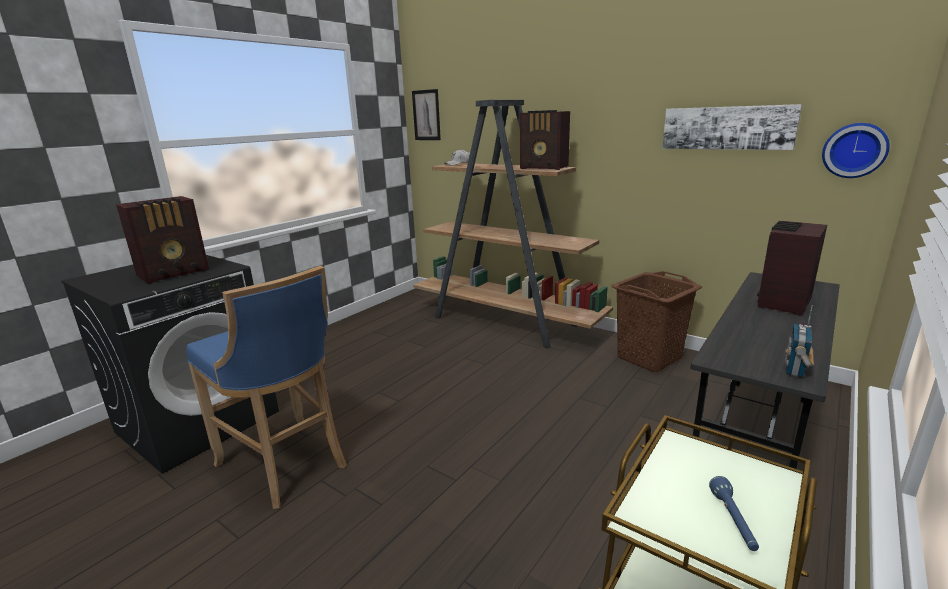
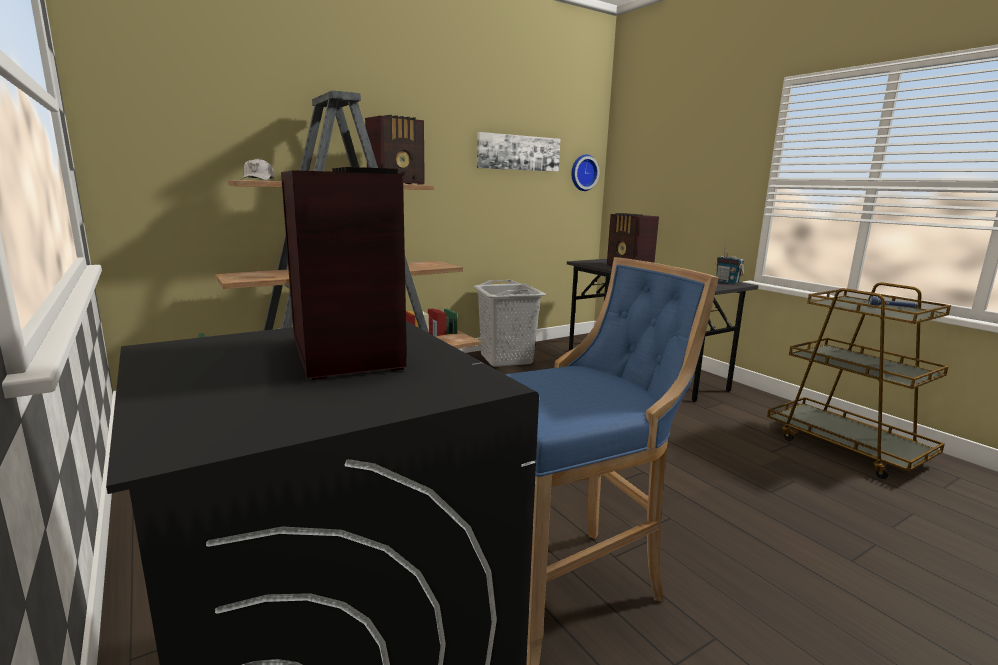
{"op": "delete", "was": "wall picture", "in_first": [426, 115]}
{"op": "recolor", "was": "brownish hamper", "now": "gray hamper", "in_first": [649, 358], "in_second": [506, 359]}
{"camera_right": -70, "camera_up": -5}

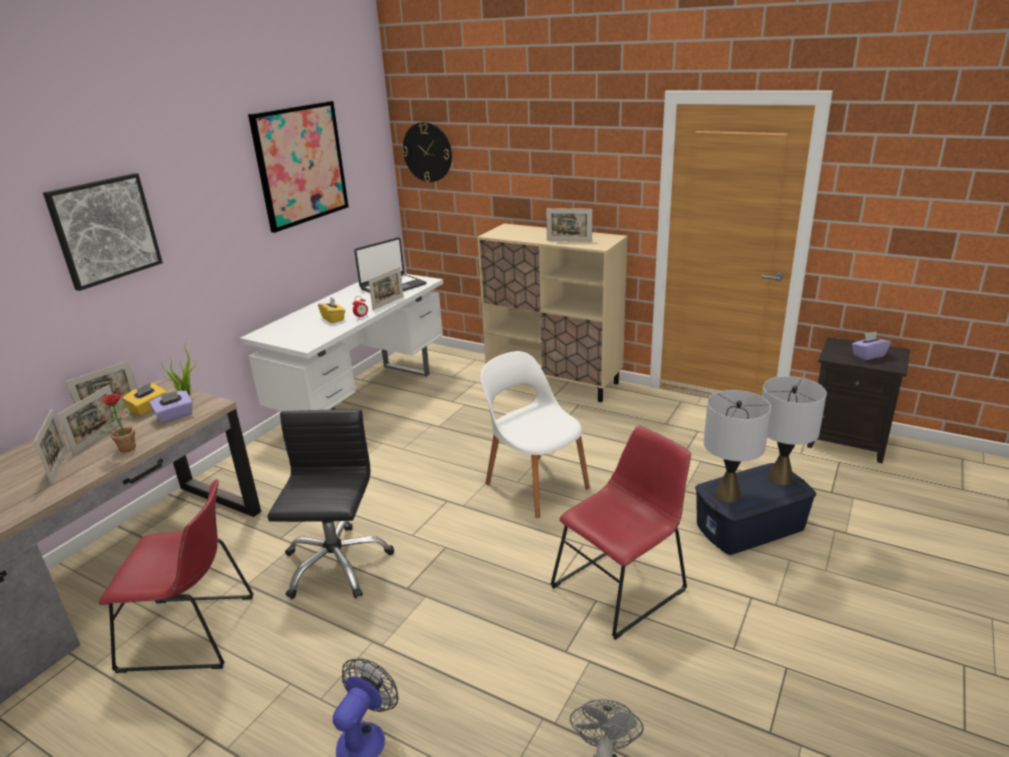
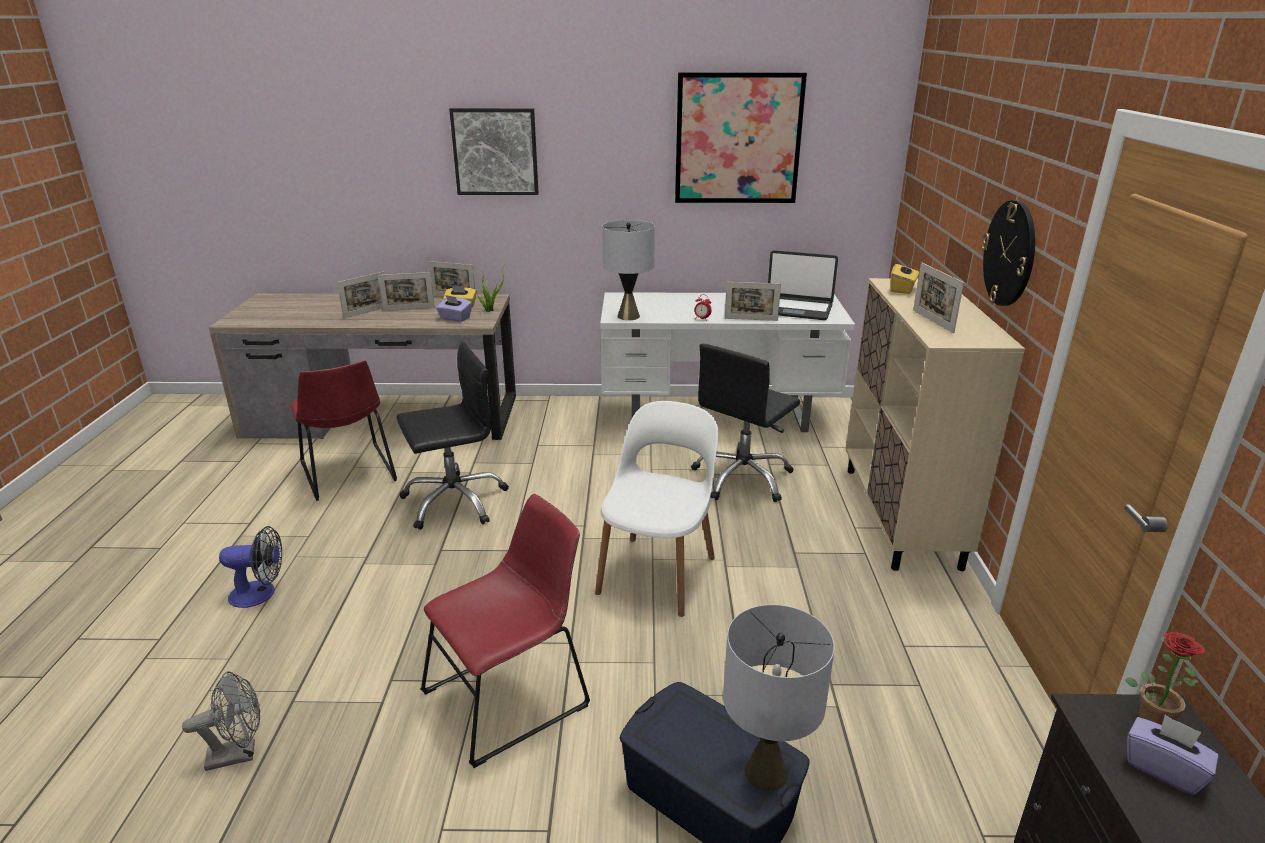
{"op": "insert", "now": "blackish office chair", "in_second": [743, 478]}
{"op": "move", "was": "houseplant", "in_first": [127, 447], "in_second": [1151, 718]}
{"op": "move", "was": "yellowish tissue holder", "in_first": [333, 319], "in_second": [902, 289]}
{"op": "move", "was": "hanging clock", "in_first": [427, 152], "in_second": [1009, 253]}
{"op": "move", "was": "gray tabletop lamp", "in_first": [728, 494], "in_second": [628, 316]}
{"op": "rotate", "was": "red-coloured upright chair", "in_first": [622, 586], "in_second": [512, 696], "clockwise": -60}
{"camera_right": 60, "camera_up": 0}

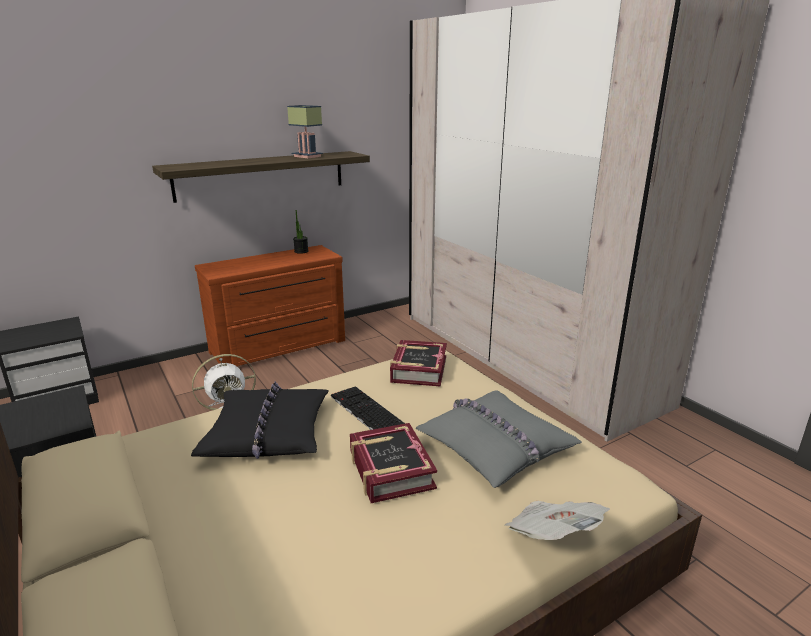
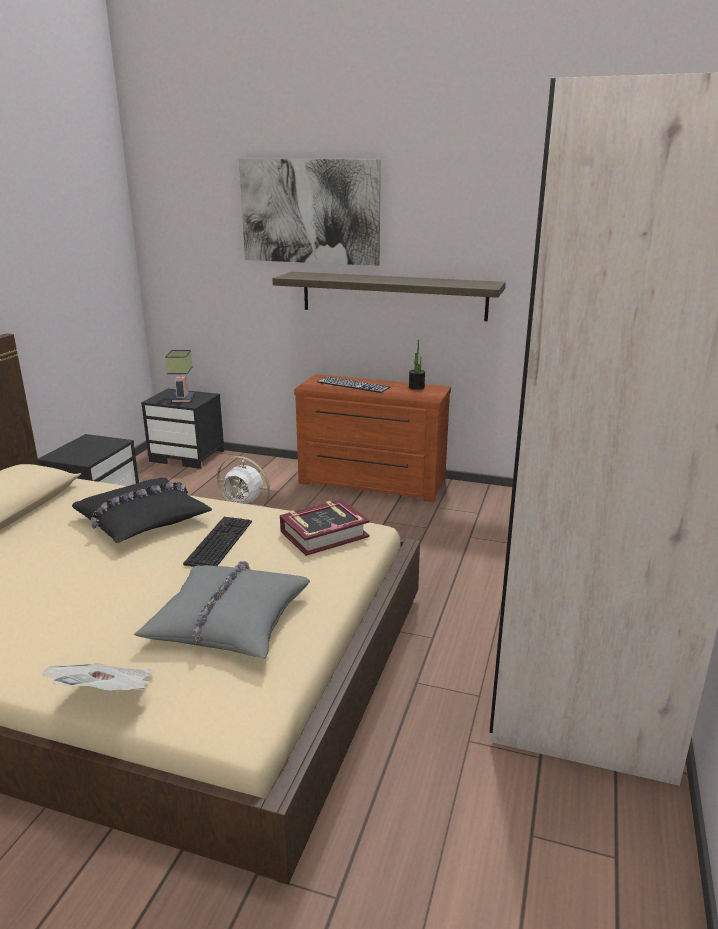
{"op": "delete", "was": "book", "in_first": [390, 469]}
{"op": "insert", "now": "wall picture", "in_second": [309, 212]}
{"op": "insert", "now": "computer keyboard", "in_second": [353, 385]}
{"op": "move", "was": "tabletop lamp", "in_first": [309, 156], "in_second": [184, 399]}
{"camera_right": 50, "camera_up": 0}

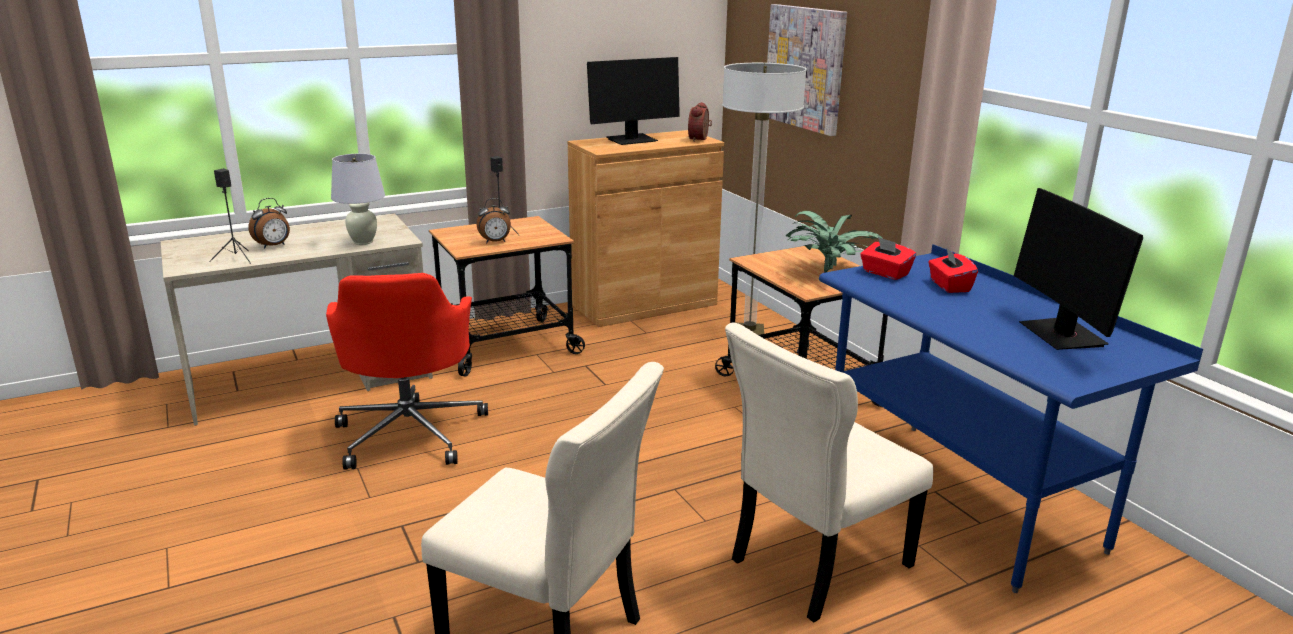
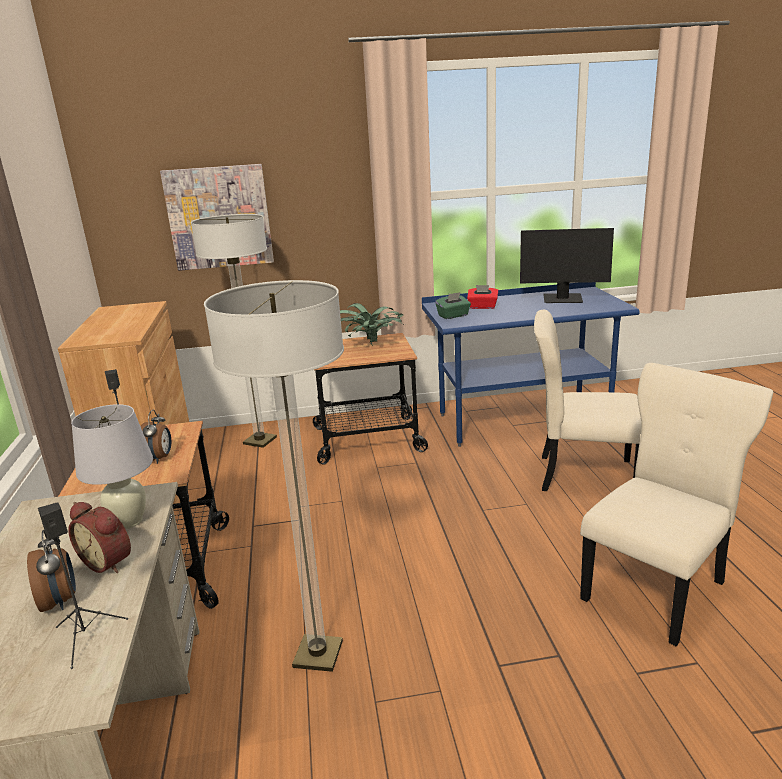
{"op": "delete", "was": "monitor", "in_first": [632, 140]}
{"op": "move", "was": "alarm clock", "in_first": [700, 139], "in_second": [109, 561]}
{"op": "replace", "was": "red-coloured office chair", "now": "floor lamp", "in_first": [411, 432], "in_second": [318, 654]}
{"op": "recolor", "was": "red-coloured tissue holder", "now": "greenish tissue holder", "in_first": [885, 273], "in_second": [453, 316]}
{"op": "rotate", "was": "beige upright chair", "in_first": [815, 565], "in_second": [581, 475], "clockwise": 120}
{"camera_right": -70, "camera_up": 0}

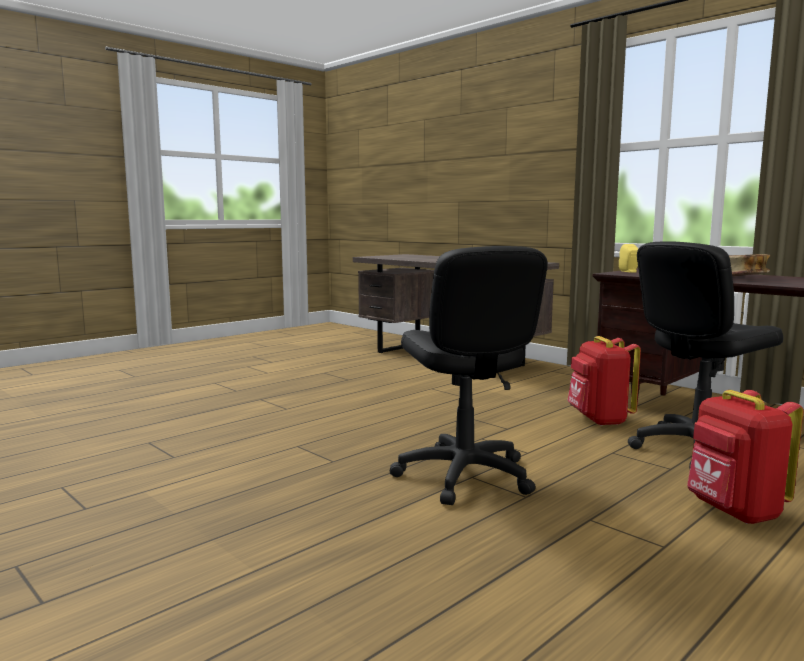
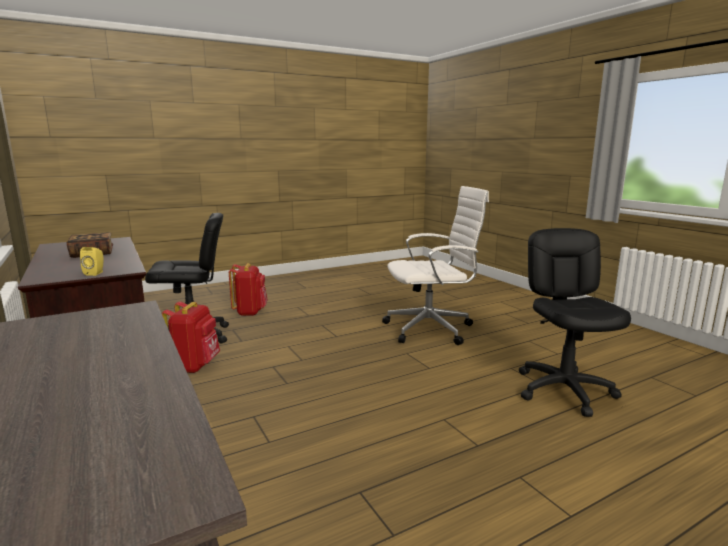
{"op": "insert", "now": "white-coloured office chair", "in_second": [431, 329]}
{"op": "move", "was": "blackish office chair", "in_first": [464, 476], "in_second": [564, 390]}
{"camera_right": -165, "camera_up": 5}

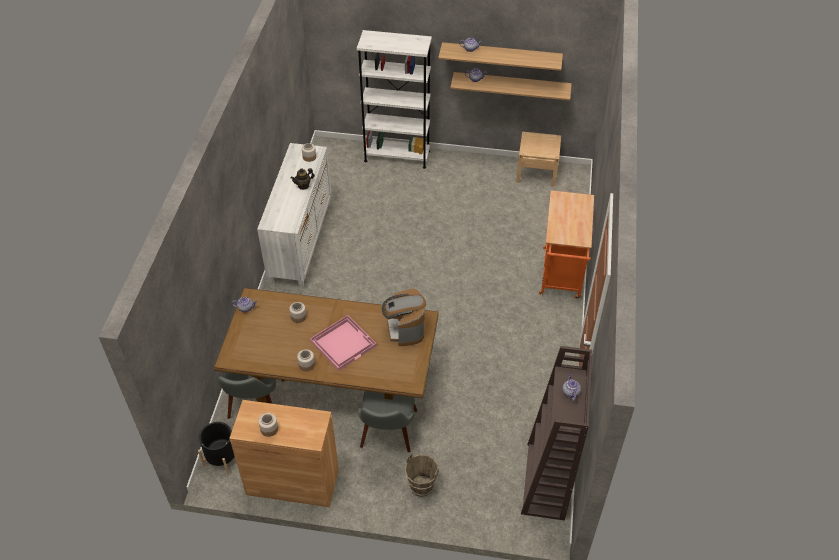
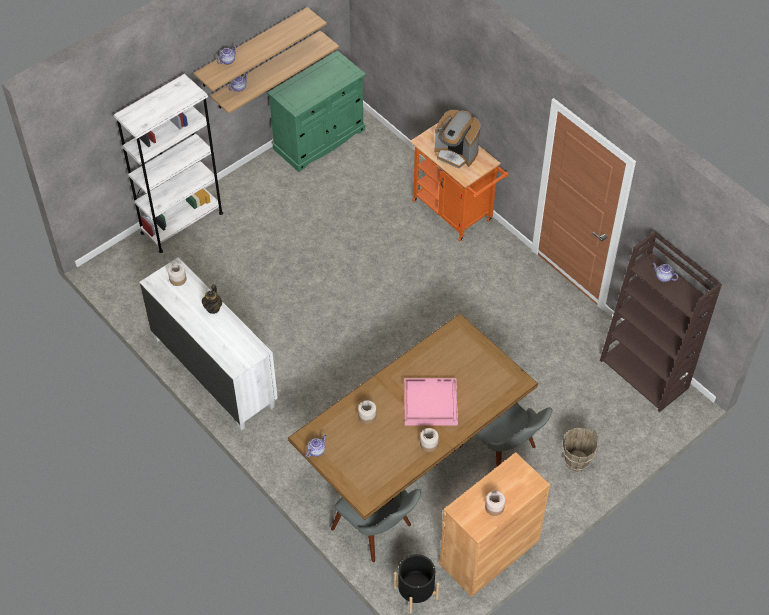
{"op": "move", "was": "coffee machine", "in_first": [405, 330], "in_second": [456, 153]}
{"op": "replace", "was": "beige bedside table", "now": "greenish storage cabinet", "in_first": [536, 172], "in_second": [319, 139]}
{"camera_right": -50, "camera_up": 5}

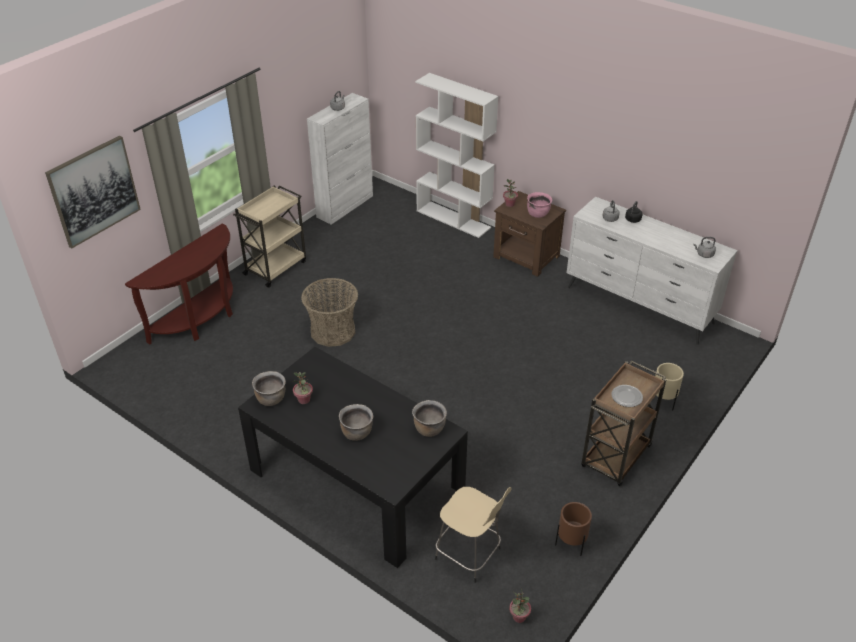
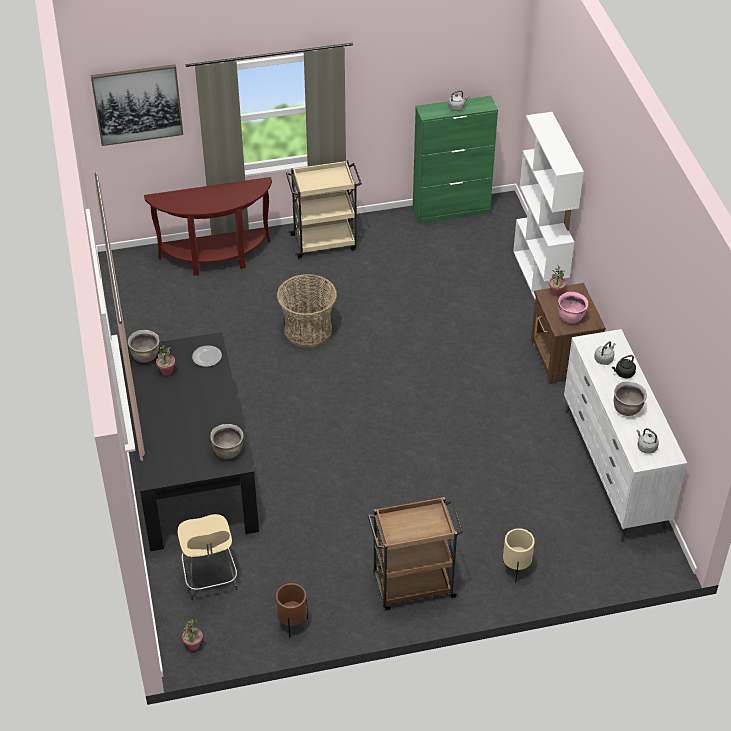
{"op": "move", "was": "brownish saucepot", "in_first": [357, 433], "in_second": [627, 409]}
{"op": "move", "was": "dinner plate", "in_first": [626, 396], "in_second": [207, 357]}
{"op": "recolor", "was": "white-coloured storage cabinet", "now": "greenish storage cabinet", "in_first": [345, 206], "in_second": [451, 211]}
{"camera_right": 40, "camera_up": 5}

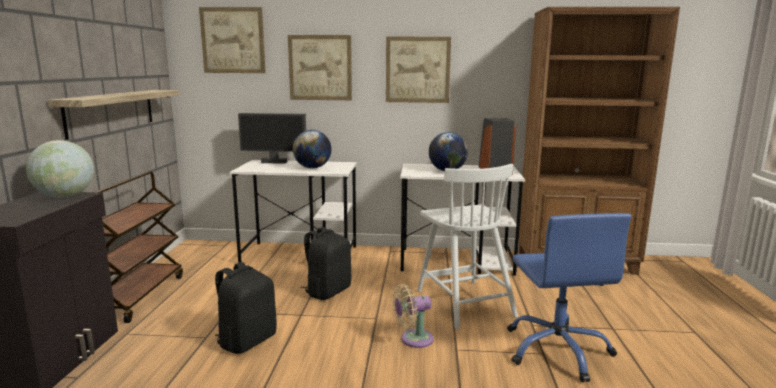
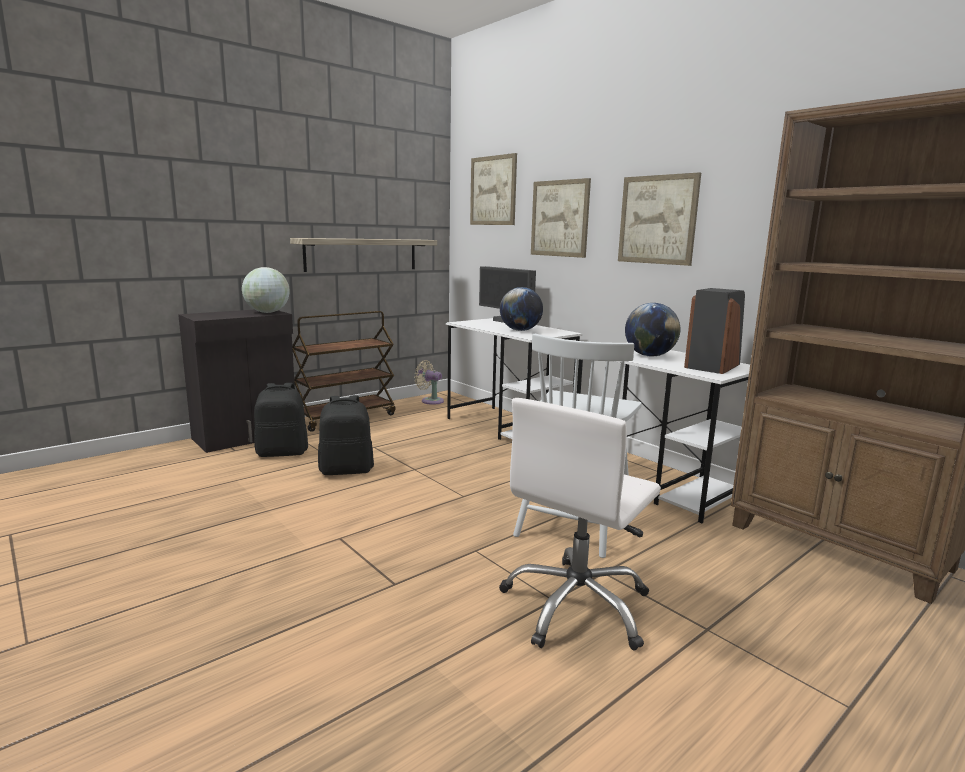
{"op": "move", "was": "blackish knapsack", "in_first": [327, 291], "in_second": [282, 452]}
{"op": "move", "was": "beige electric fan", "in_first": [413, 339], "in_second": [430, 401]}
{"op": "recolor", "was": "blue office chair", "now": "white-coloured office chair", "in_first": [557, 350], "in_second": [577, 606]}
{"camera_right": 45, "camera_up": 0}

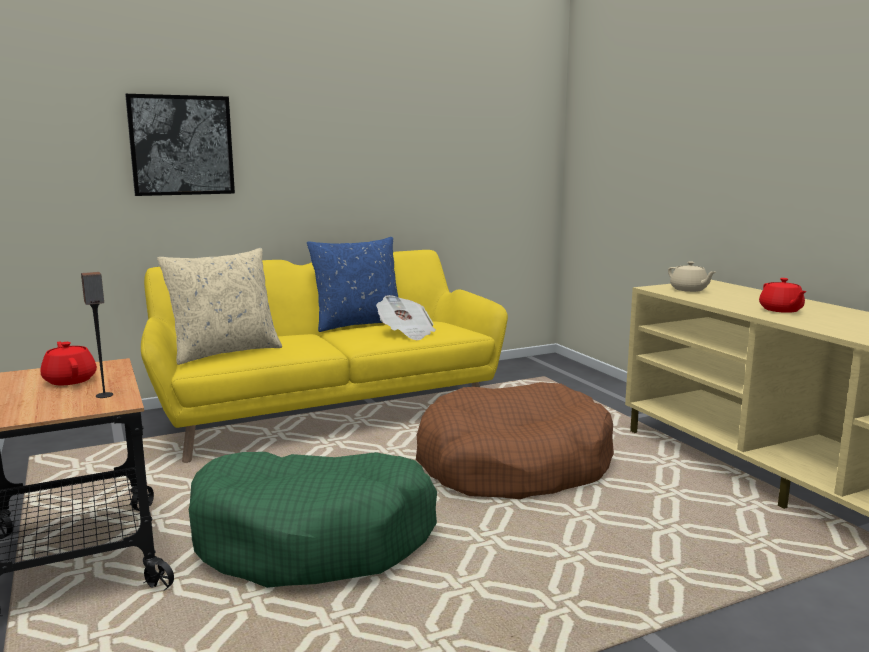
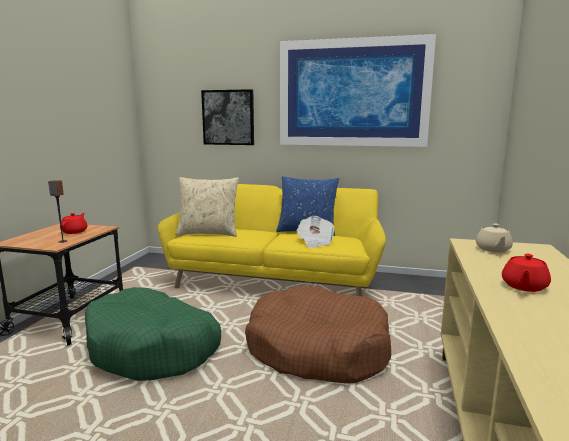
{"op": "insert", "now": "wall picture", "in_second": [353, 93]}
{"camera_right": 40, "camera_up": 0}

